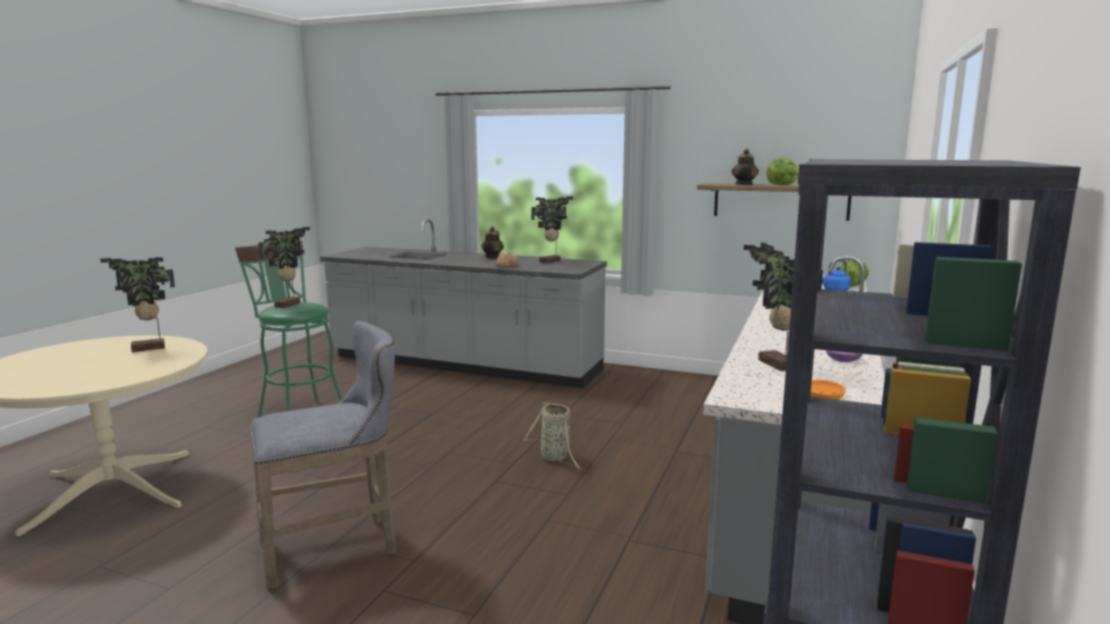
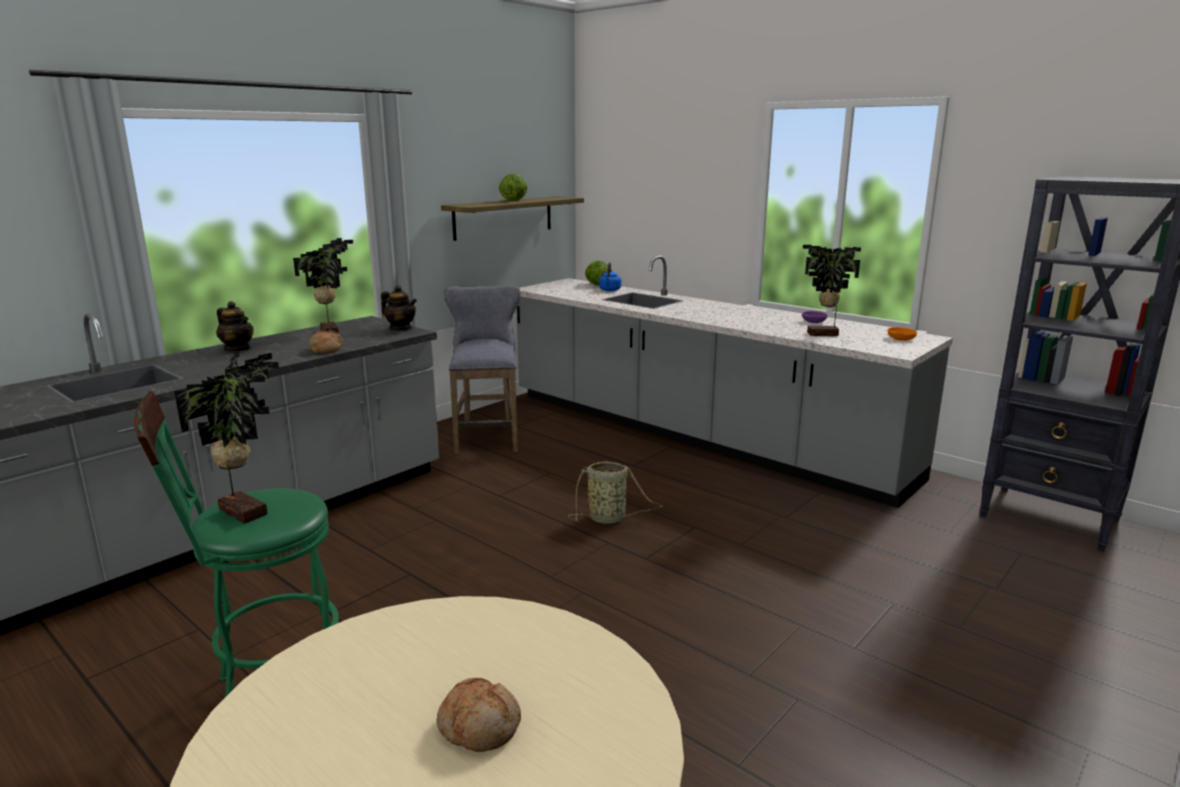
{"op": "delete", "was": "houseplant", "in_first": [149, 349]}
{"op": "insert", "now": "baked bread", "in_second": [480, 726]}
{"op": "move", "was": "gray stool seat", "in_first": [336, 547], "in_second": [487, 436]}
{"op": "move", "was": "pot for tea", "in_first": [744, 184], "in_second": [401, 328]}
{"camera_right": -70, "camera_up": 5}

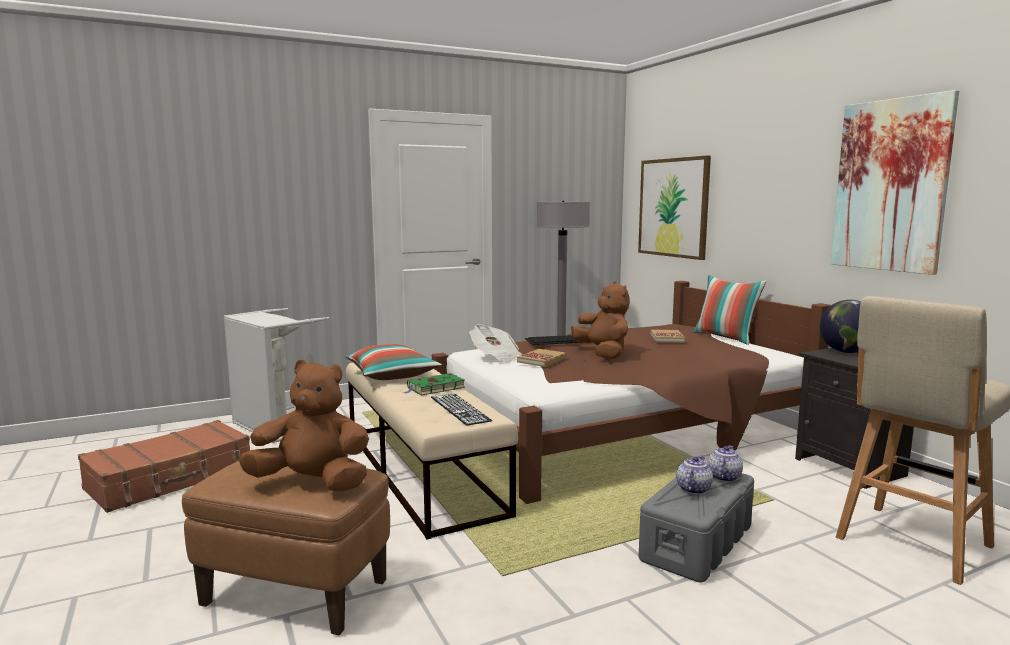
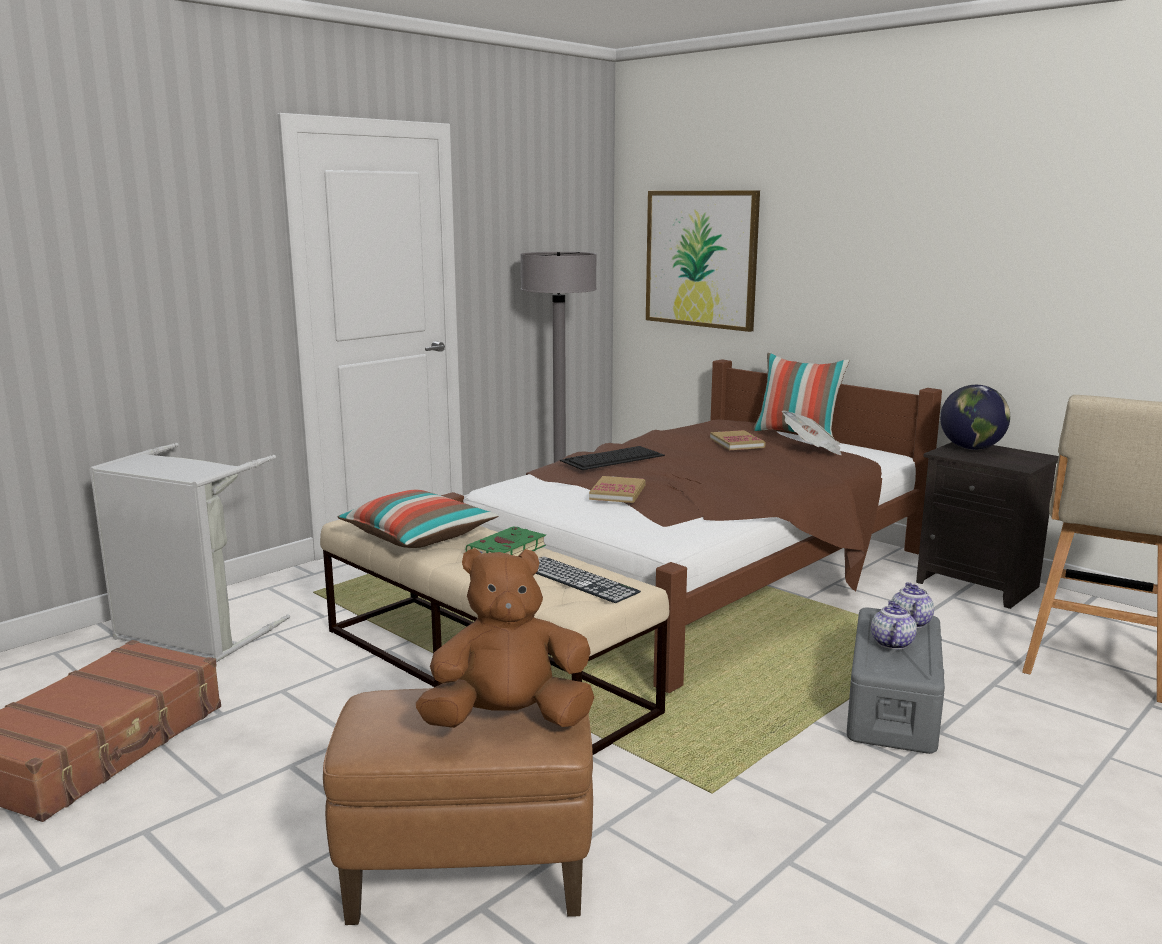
{"op": "delete", "was": "brownish cuddly toy", "in_first": [603, 354]}
{"op": "delete", "was": "wall picture", "in_first": [890, 185]}
{"op": "move", "was": "newspaper", "in_first": [495, 357], "in_second": [812, 449]}
{"camera_right": -20, "camera_up": 5}

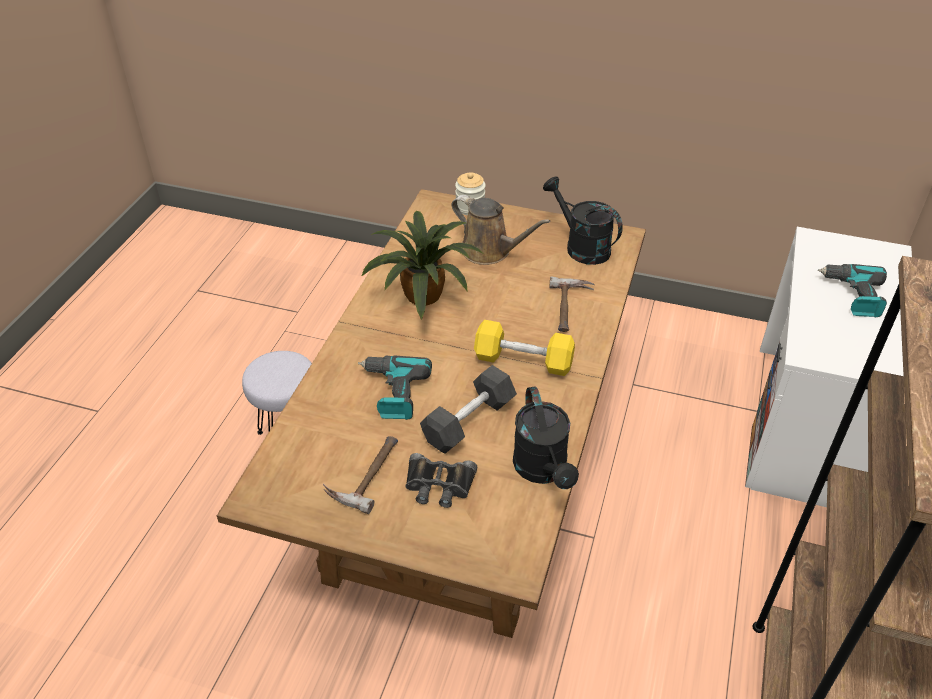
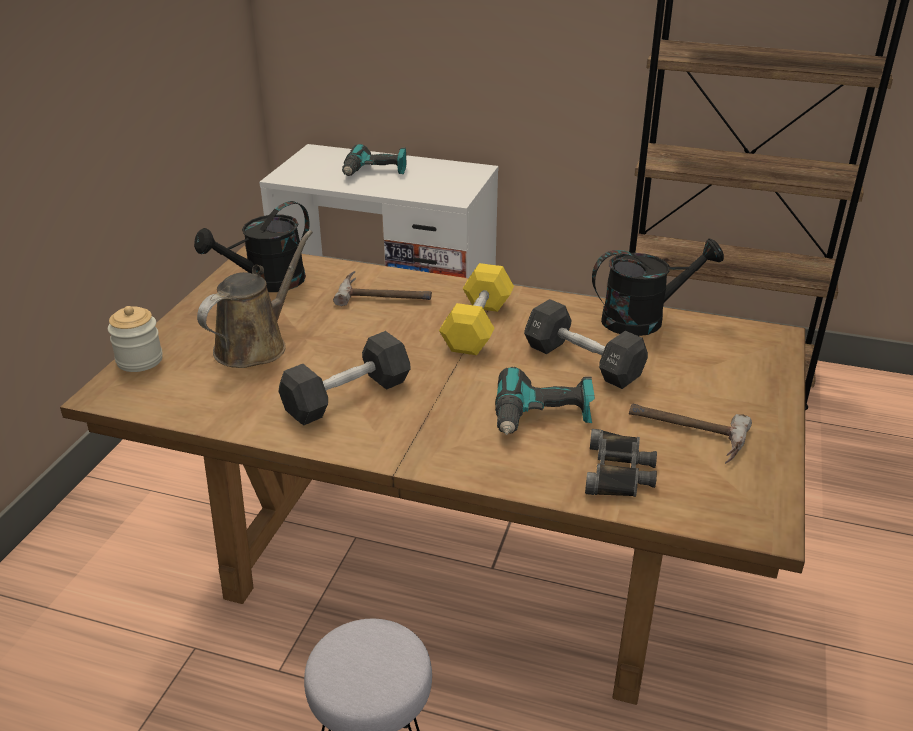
{"op": "move", "was": "blackish field glasses", "in_first": [439, 485], "in_second": [619, 472]}
{"op": "replace", "was": "houseplant", "now": "blackish hand weight", "in_first": [425, 297], "in_second": [347, 396]}
{"camera_right": -90, "camera_up": -10}

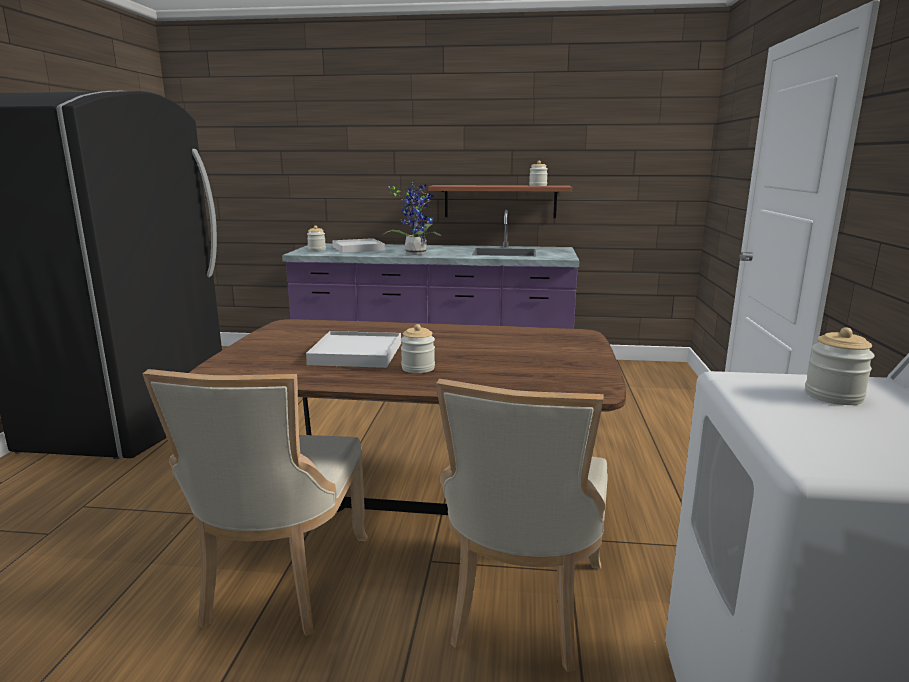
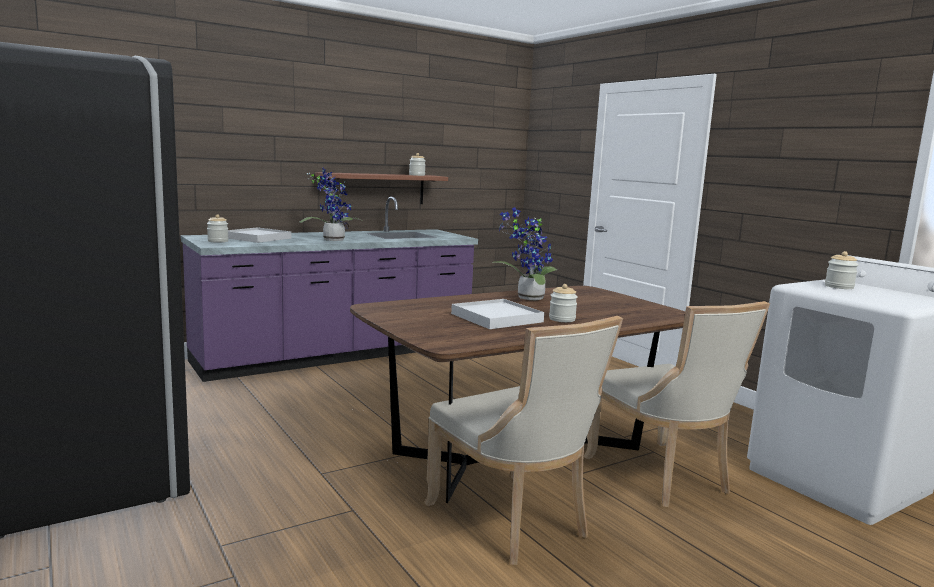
{"op": "insert", "now": "houseplant", "in_second": [527, 298]}
{"camera_right": -40, "camera_up": -5}

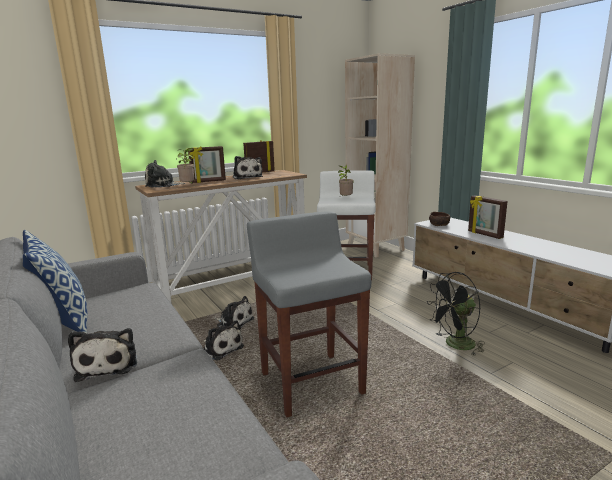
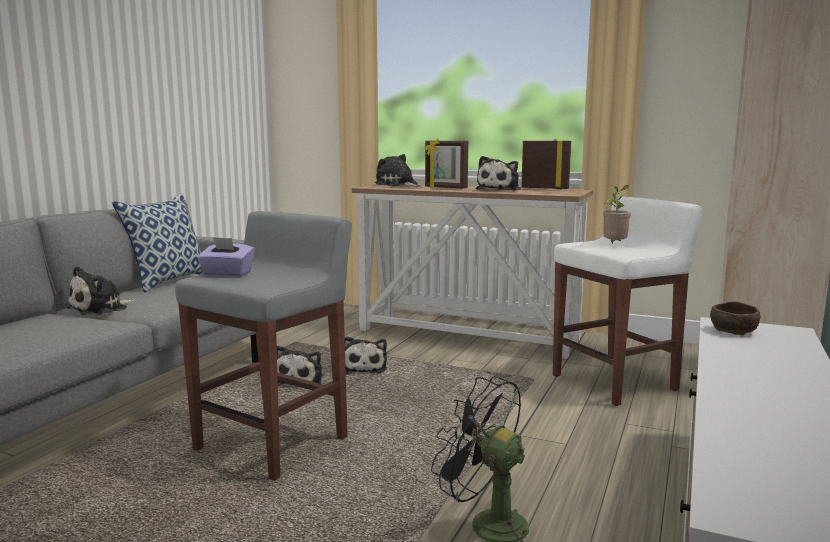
{"op": "delete", "was": "houseplant", "in_first": [188, 186]}
{"op": "delete", "was": "standing frame", "in_first": [484, 235]}
{"op": "insert", "now": "purple-coloured tissue holder", "in_second": [227, 274]}
{"camera_right": 55, "camera_up": -5}

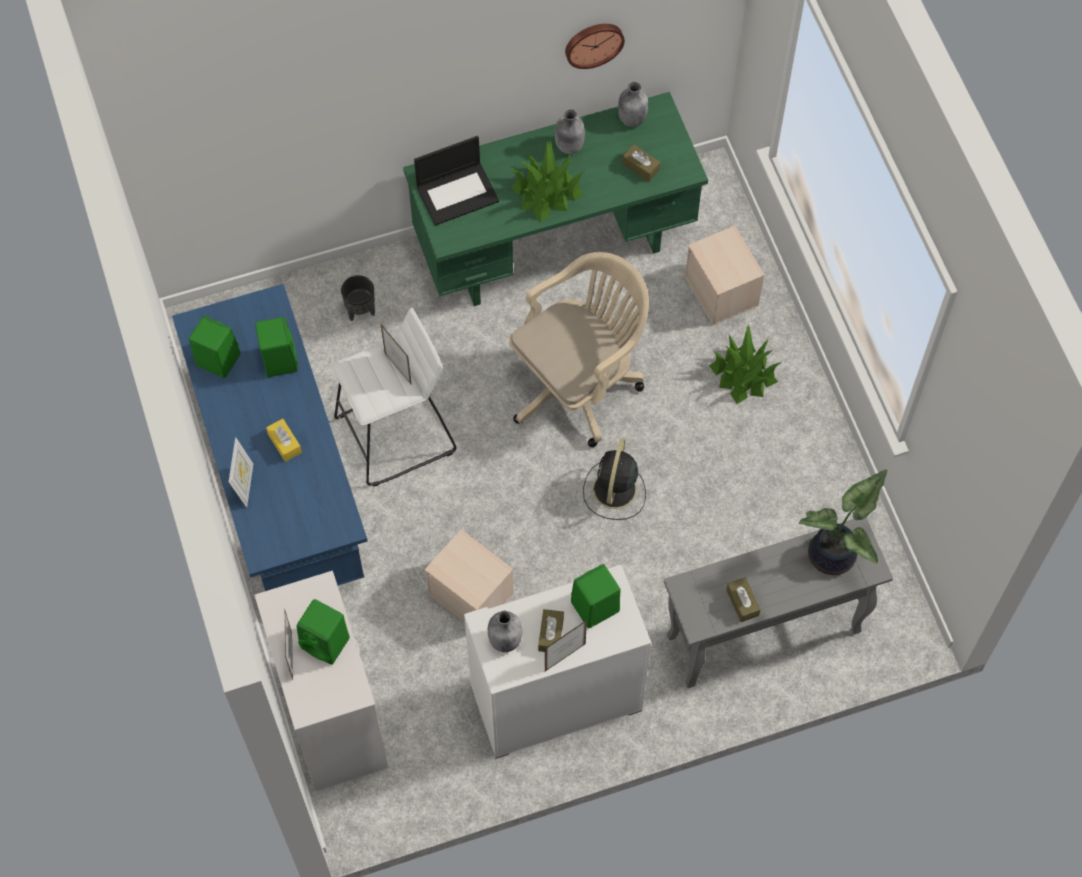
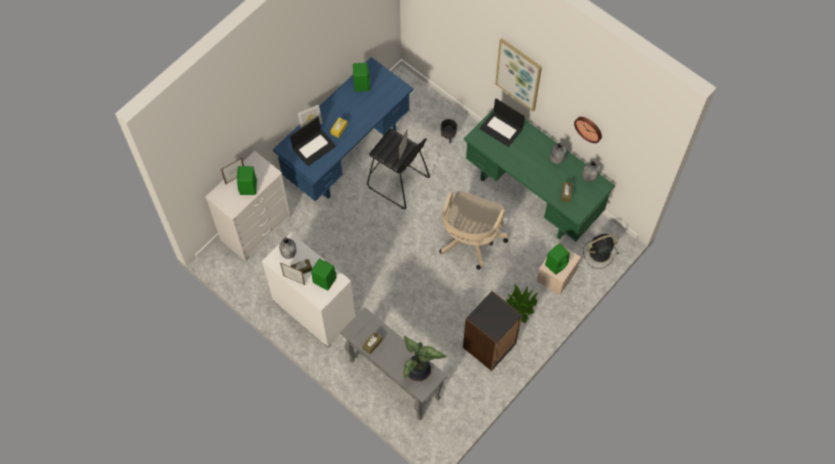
{"op": "delete", "was": "beige storage container", "in_first": [472, 593]}
{"op": "delete", "was": "houseplant", "in_first": [546, 191]}
{"op": "insert", "now": "laptop", "in_second": [314, 147]}
{"op": "insert", "now": "blackish bookshelf", "in_second": [490, 346]}
{"op": "insert", "now": "wall picture", "in_second": [519, 74]}
{"op": "move", "was": "greenish loudspeaker", "in_first": [279, 359], "in_second": [556, 264]}
{"op": "move", "was": "blackish electric fan", "in_first": [614, 491], "in_second": [598, 253]}
{"op": "recolor", "was": "white-coloured stool seat", "now": "blackish stool seat", "in_first": [396, 434], "in_second": [398, 183]}
{"op": "rotate", "was": "beige office chair", "in_first": [579, 383], "in_second": [470, 241], "clockwise": 90}
{"camera_right": 60, "camera_up": 0}

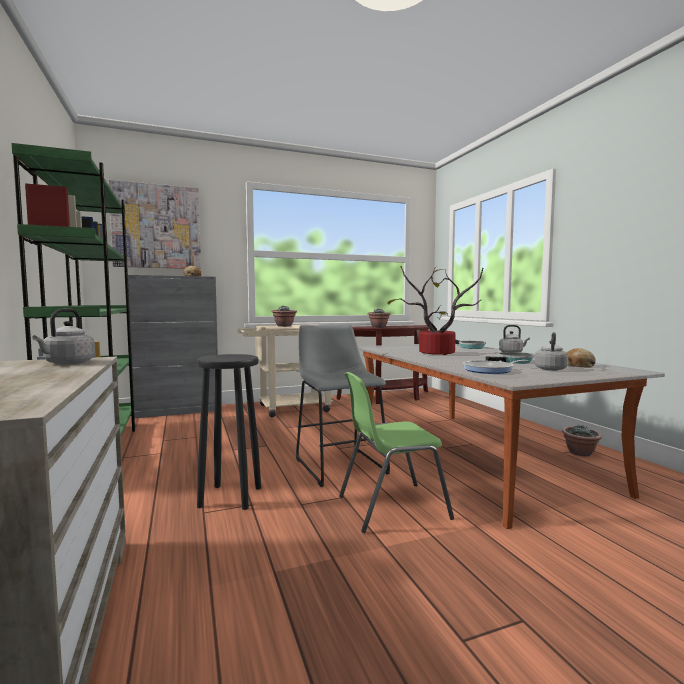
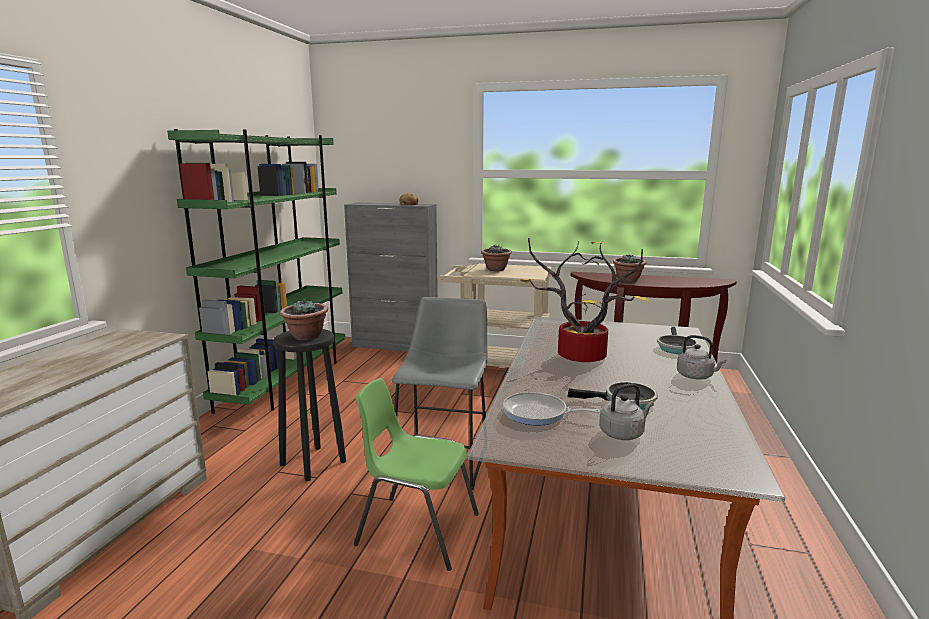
{"op": "delete", "was": "gray tea kettle", "in_first": [67, 363]}
{"op": "delete", "was": "wall picture", "in_first": [157, 226]}
{"op": "delete", "was": "baked bread", "in_first": [578, 365]}
{"op": "move", "was": "houseplant", "in_first": [580, 453], "in_second": [306, 336]}
{"camera_right": 35, "camera_up": 10}

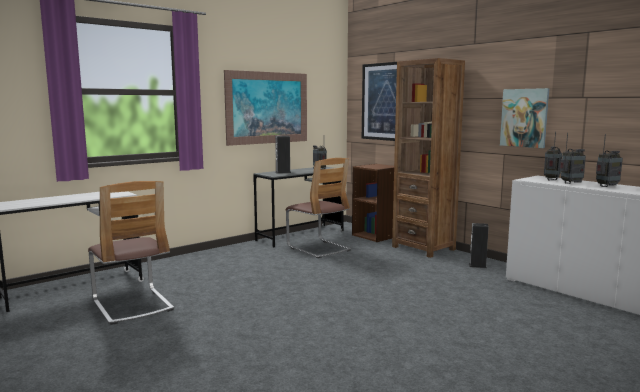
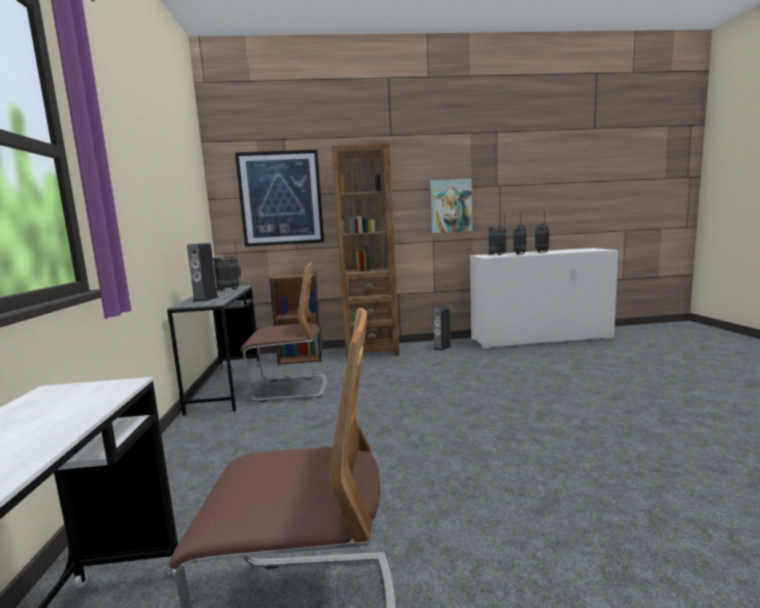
{"op": "delete", "was": "wall picture", "in_first": [267, 108]}
{"camera_right": -55, "camera_up": 0}

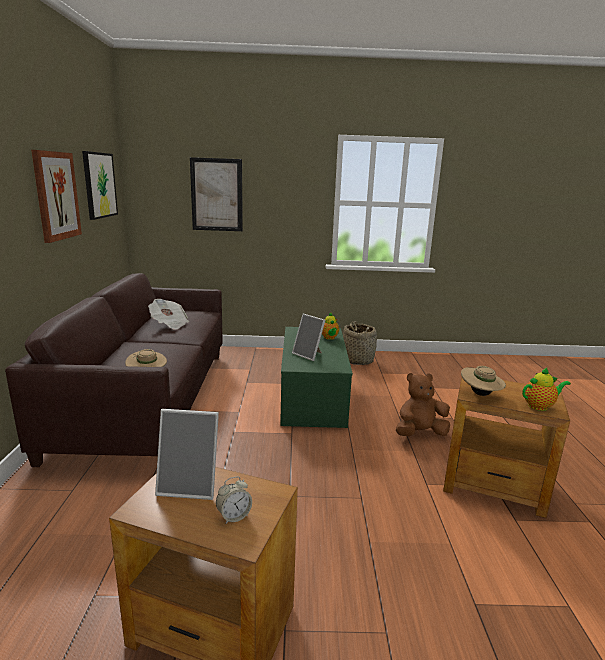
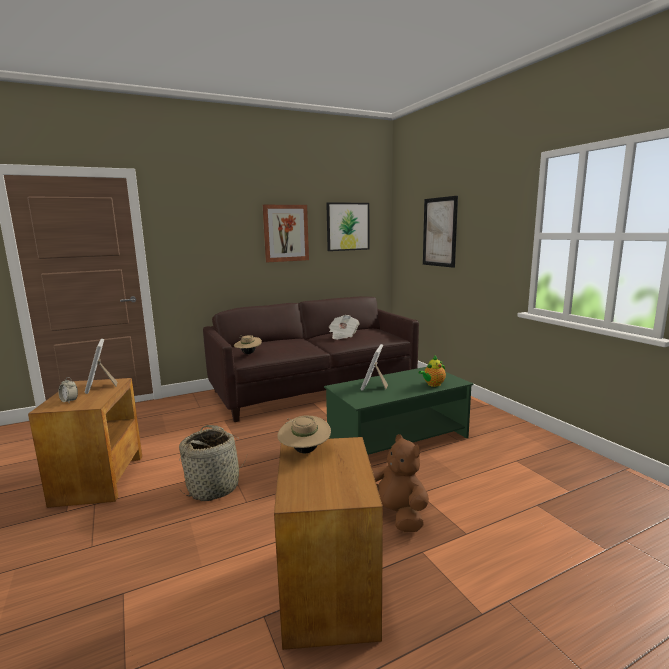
{"op": "delete", "was": "pot for tea", "in_first": [540, 406]}
{"op": "move", "was": "basket", "in_first": [357, 360], "in_second": [214, 487]}
{"camera_right": 65, "camera_up": -5}

